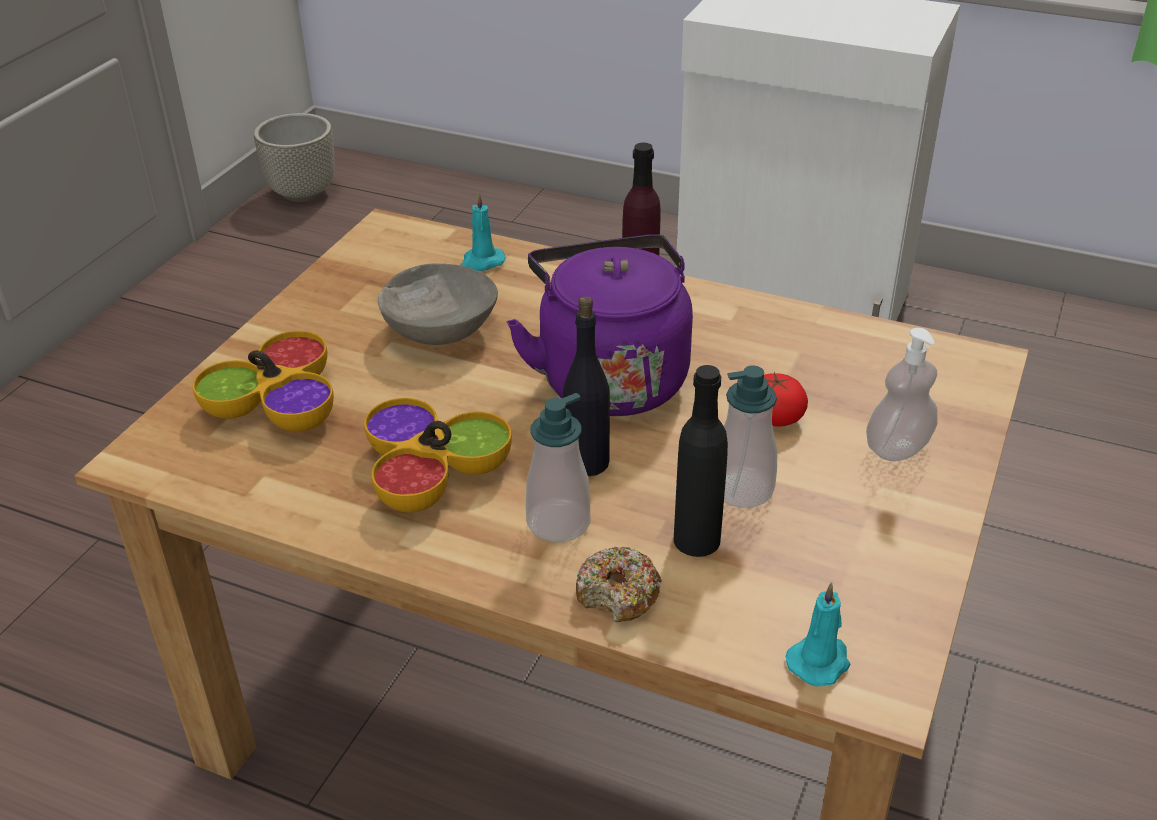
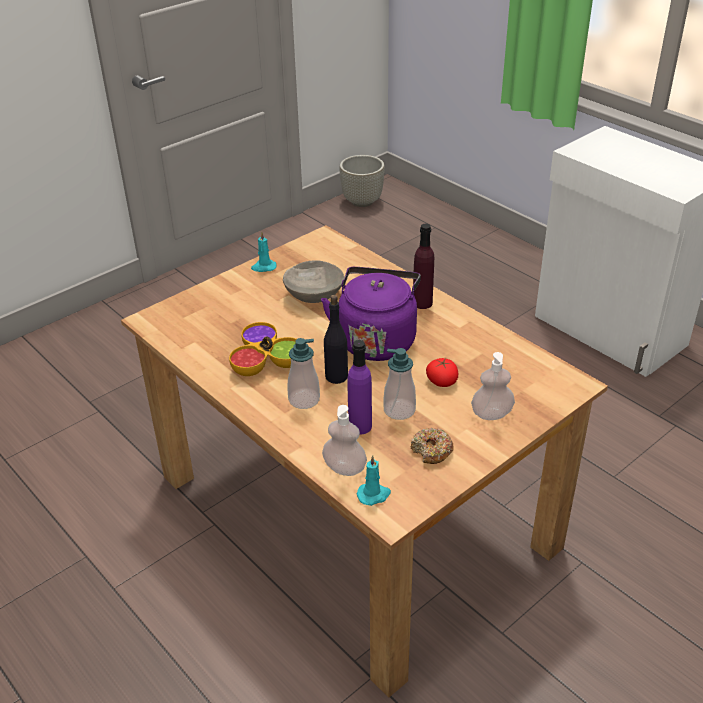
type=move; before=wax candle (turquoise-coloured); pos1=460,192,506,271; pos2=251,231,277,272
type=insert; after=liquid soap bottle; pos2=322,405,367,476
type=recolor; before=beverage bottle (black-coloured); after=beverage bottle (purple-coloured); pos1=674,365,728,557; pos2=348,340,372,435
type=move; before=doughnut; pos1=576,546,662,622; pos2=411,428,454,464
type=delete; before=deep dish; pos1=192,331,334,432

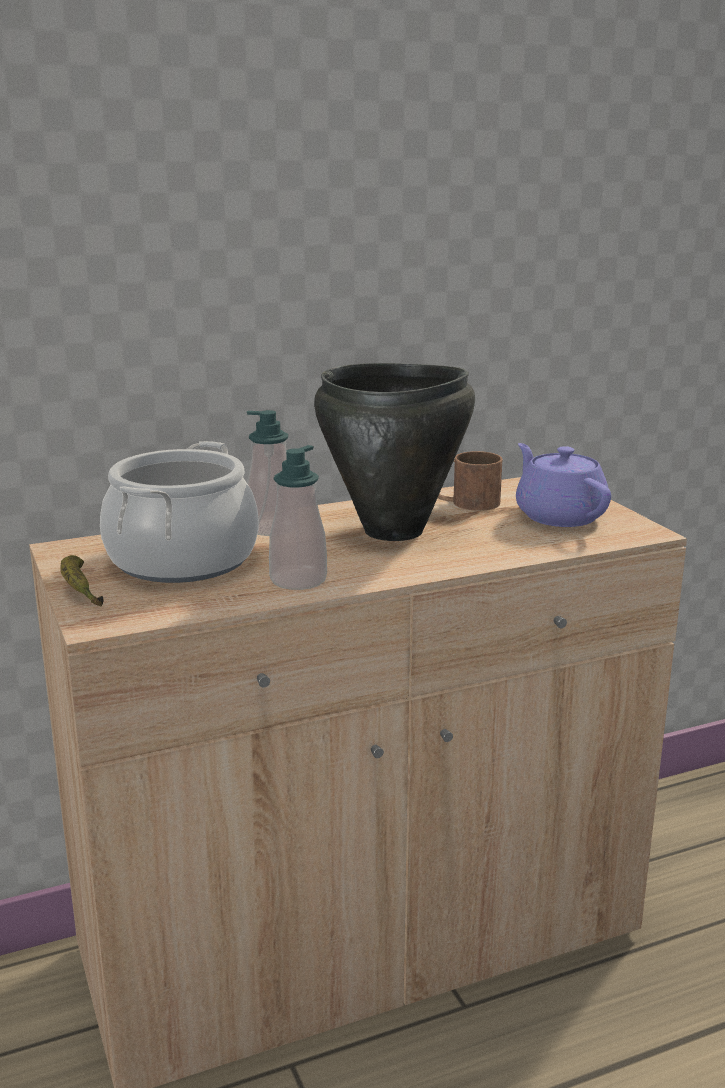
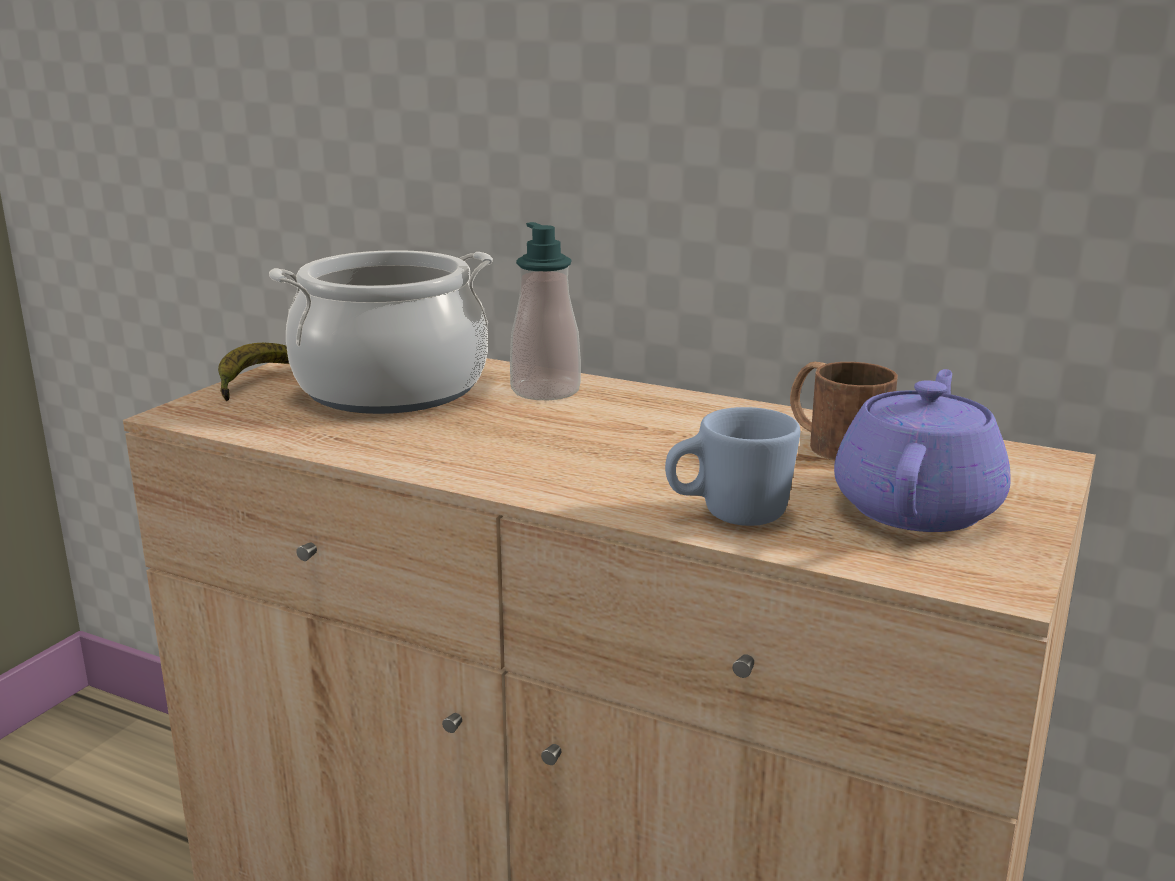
type=insert; after=coffee mug (blue); pos2=665,407,800,526
type=delete; before=liquid soap bottle; pos1=269,445,327,590
type=delete; before=saucepot (black-coloured); pos1=314,363,475,541

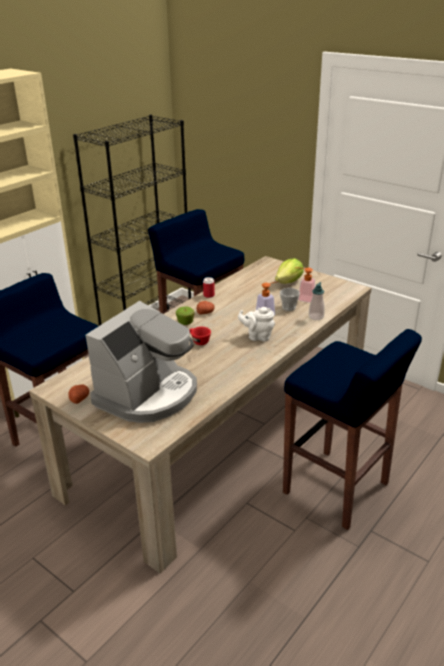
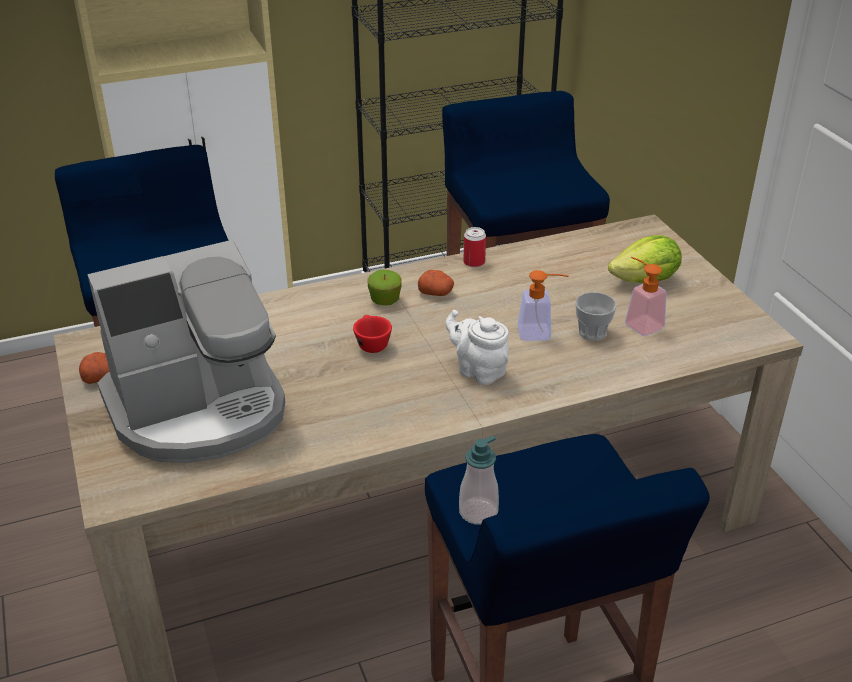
type=move; before=liquid soap bottle; pos1=309,282,325,320; pos2=459,436,499,525

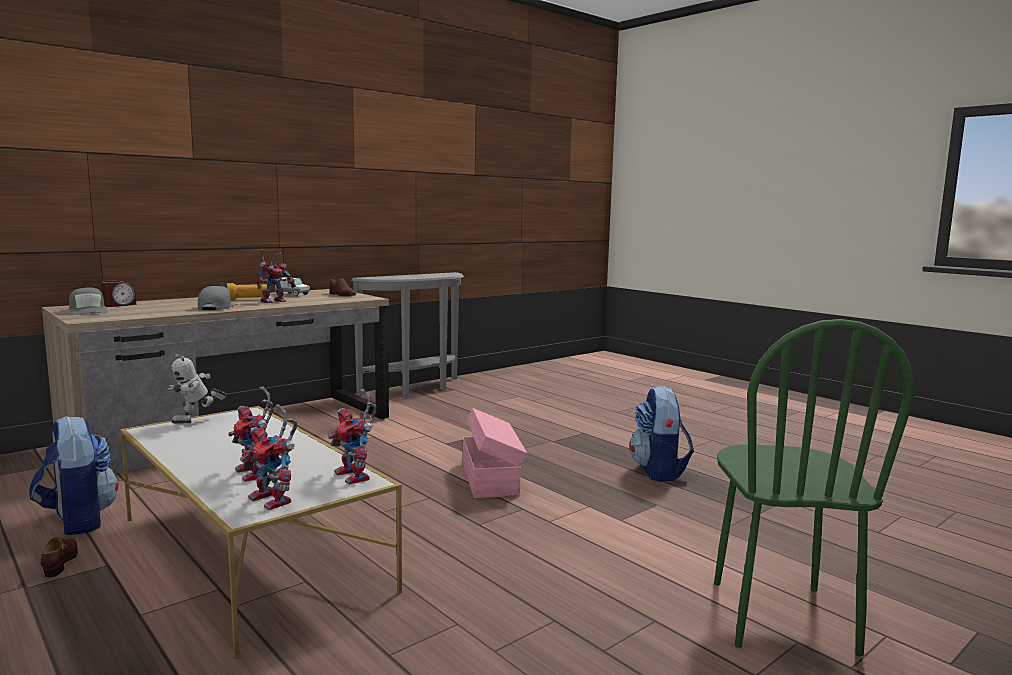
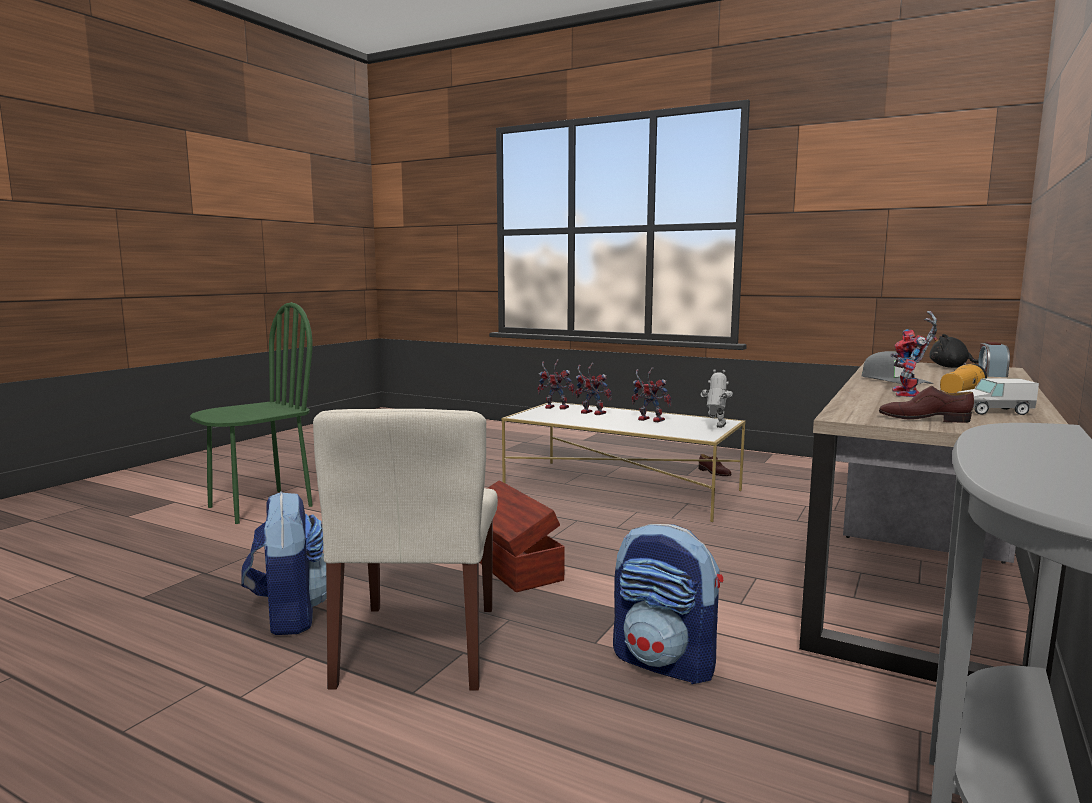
type=rotate; before=upright chair (green); pos1=714,319,915,657; pos2=190,302,313,524; turn=60
type=insert; after=upright chair (beige); pos2=313,409,498,691
type=recolor; before=storage box (pink); after=storage box (brown-coloured); pos1=462,408,527,498; pos2=479,480,565,592
type=move; before=rucksack; pos1=29,416,119,535; pos2=613,524,723,684
type=move; before=robot figure; pos1=328,389,377,485; pos2=632,367,672,422
type=replace; before=peaked cap (grey); after=plush toy (black-coloured); pos1=69,288,108,315; pos2=929,334,979,368

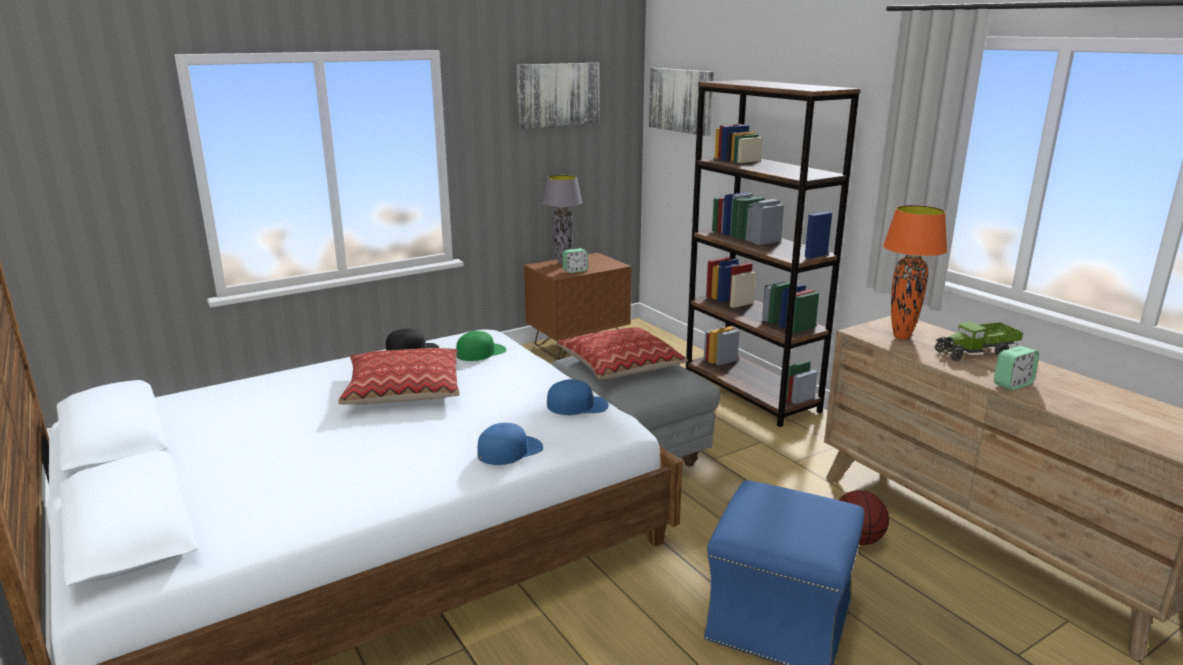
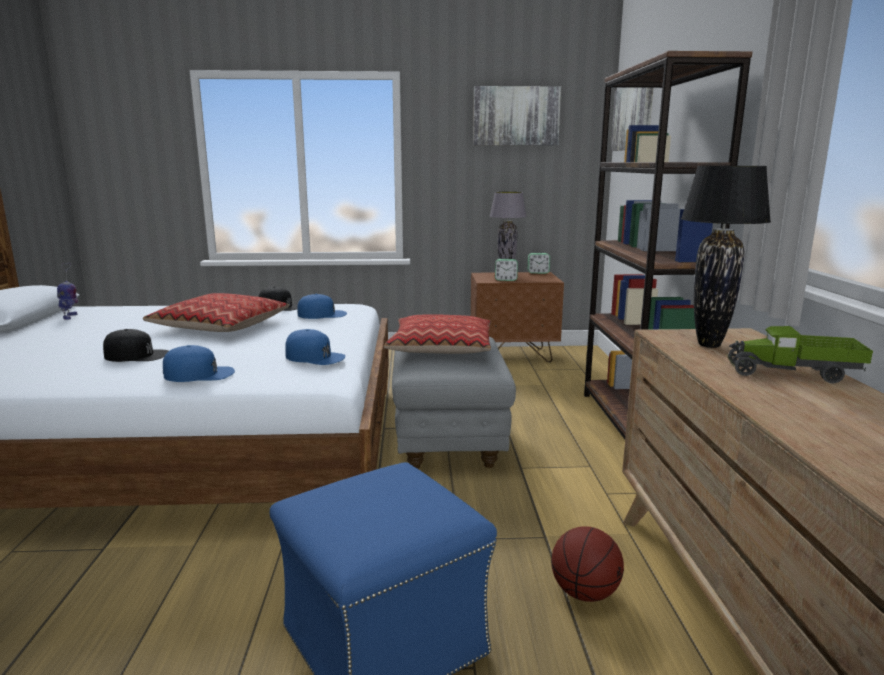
type=insert; after=robot figure; pos2=57,263,79,320
type=insert; after=peaked cap (black-coloured); pos2=103,329,168,362
type=recolor; before=peaked cap (green); after=peaked cap (blue); pos1=456,331,506,361; pos2=297,294,347,319
type=move; before=table clock; pos1=994,346,1039,390; pos2=528,253,550,274
type=recolor; before=tabletop lamp (orangey); after=tabletop lamp (black-coloured); pos1=883,205,948,340; pos2=681,166,771,348

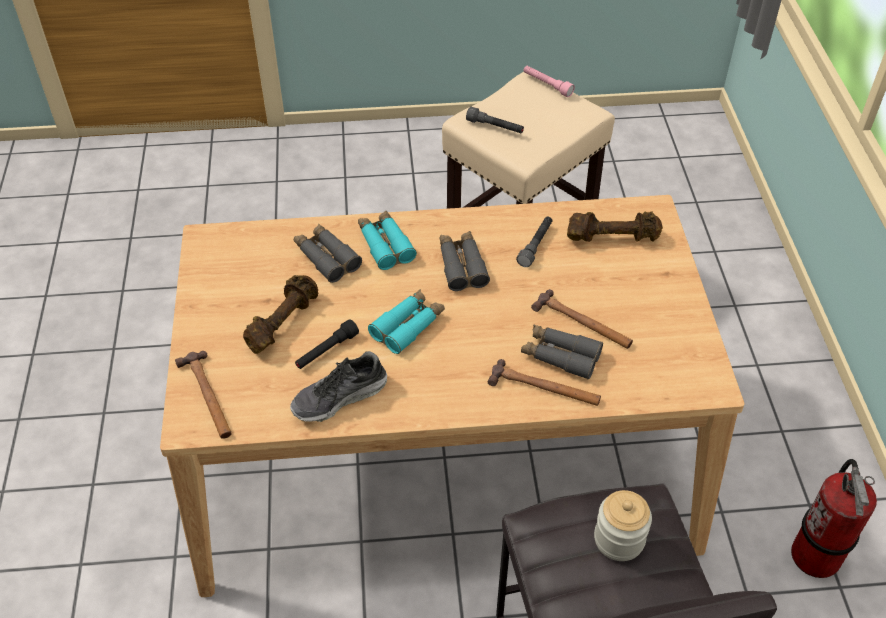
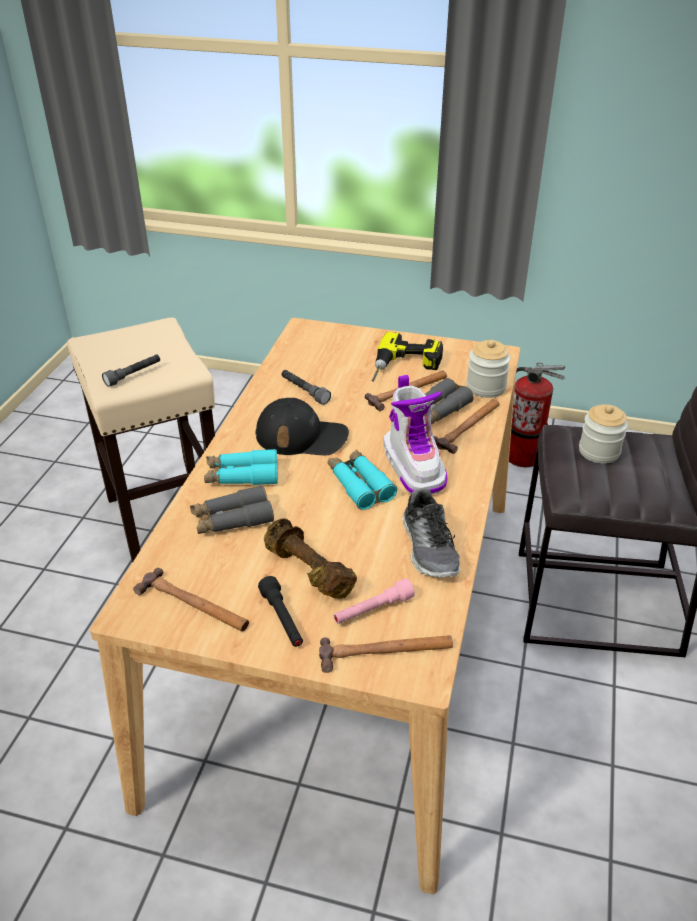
type=insert; after=tool hammer; pos2=133,568,249,631
type=replace; before=binoculars (grey); after=peaked cap (black-coloured); pos1=439,231,490,291; pos2=255,398,349,455
type=move; before=torch (black-coloured); pos1=295,319,359,369; pos2=258,576,303,647
type=move; before=torch (pink); pos1=524,66,575,97; pos2=334,578,415,624
type=insert; after=drill; pos2=371,332,443,382
type=insert; after=boot; pos2=383,375,447,494
type=insert; after=storage jar; pos2=467,340,511,398
type=delete; before=hand weight (brown-coloured); pos1=567,212,663,242

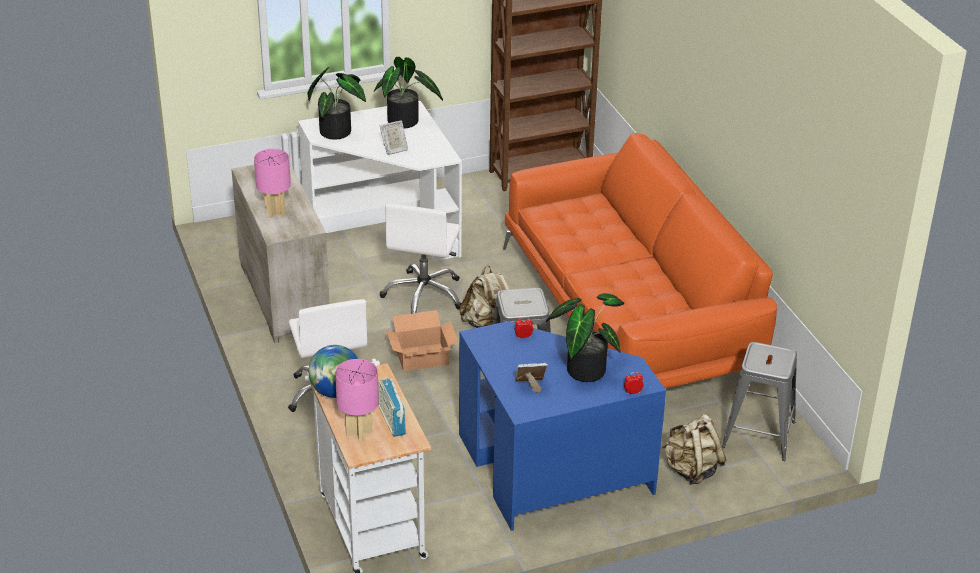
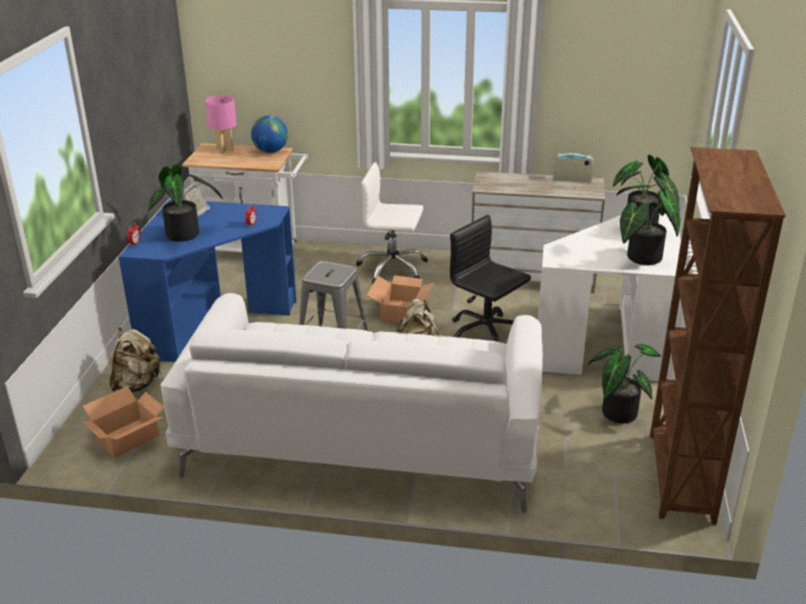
type=replace; before=sitting stool (grey); after=packing box; pos1=722,342,797,461; pos2=82,386,164,458
type=recolor; before=sofa (orangey); after=sofa (white); pos1=503,133,777,388; pos2=160,293,543,513
type=recolor; before=desk chair (white); after=desk chair (black-coloured); pos1=380,203,461,314; pos2=450,215,531,342
type=move; before=radio set; pos1=378,376,406,437; pos2=553,150,593,183
type=insert; after=plant in a pot; pos2=588,344,661,423
type=delete; before=tabletop lamp (pink); pos1=254,149,291,218
type=delete; before=photo frame; pos1=380,121,408,155

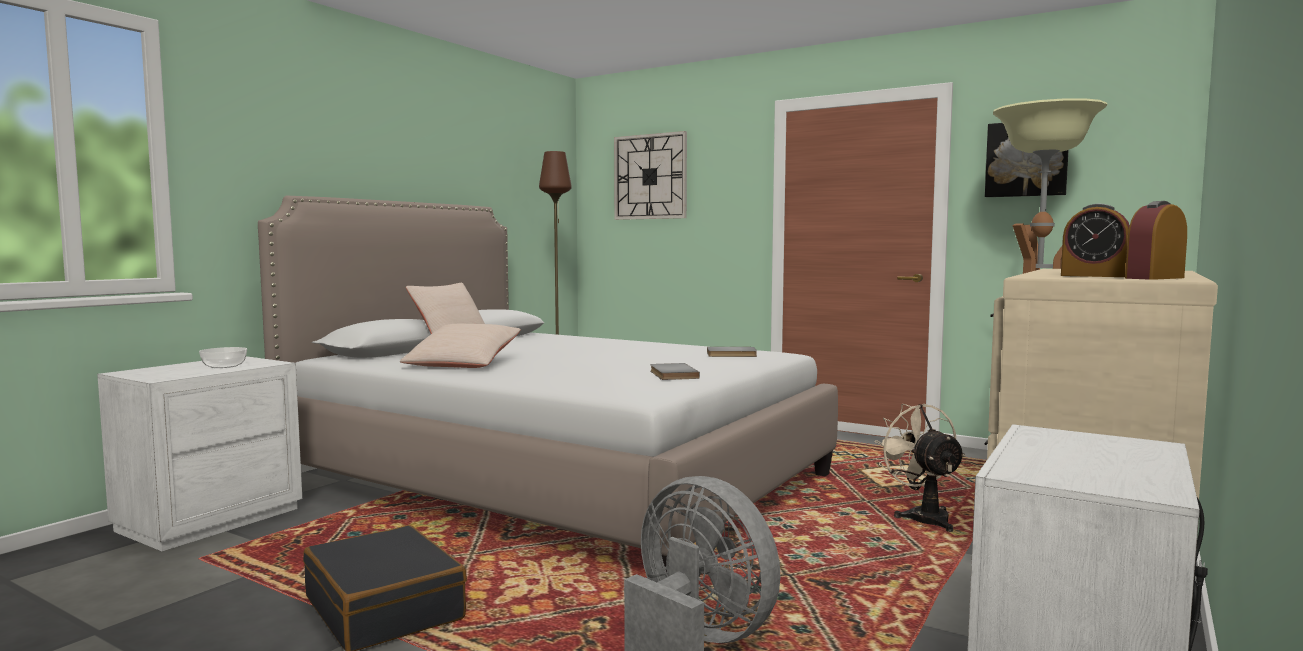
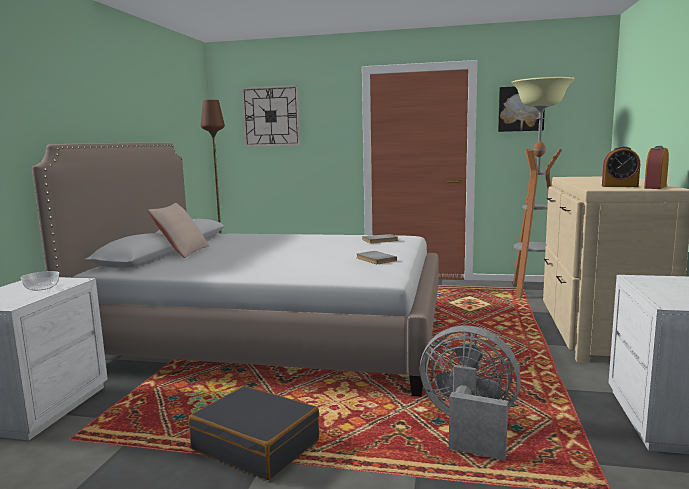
type=delete; before=pillow (beige); pos1=400,324,521,368
type=delete; before=cooling fan (beige); pos1=874,403,966,532

